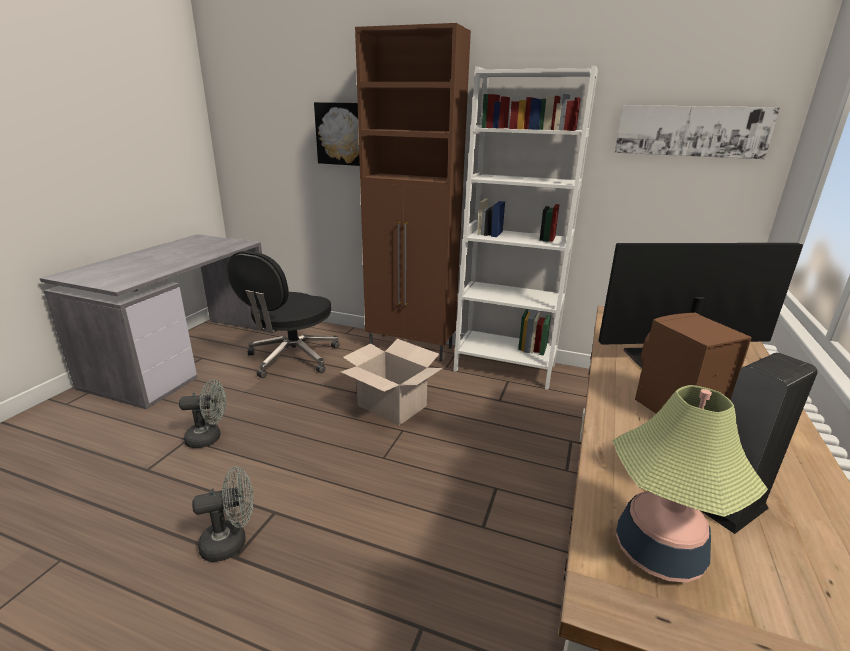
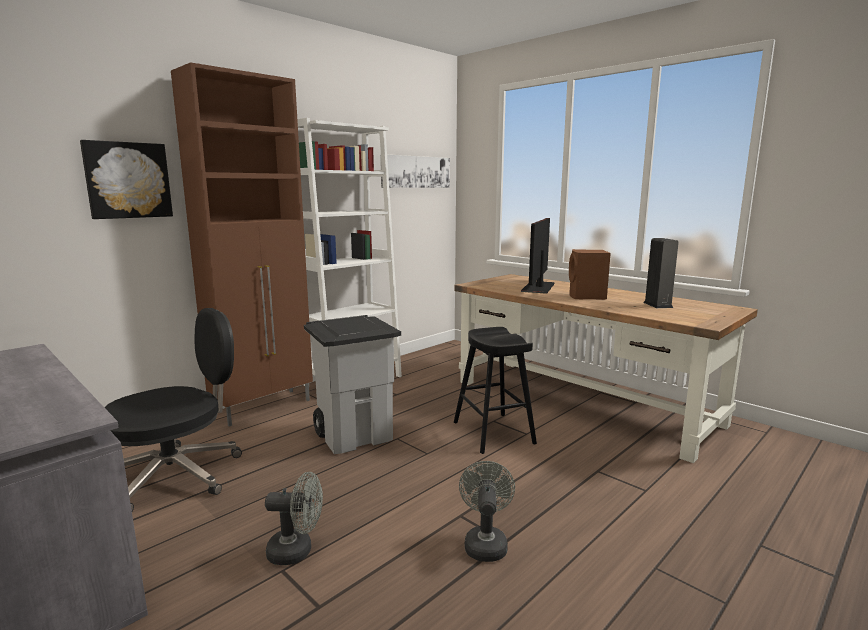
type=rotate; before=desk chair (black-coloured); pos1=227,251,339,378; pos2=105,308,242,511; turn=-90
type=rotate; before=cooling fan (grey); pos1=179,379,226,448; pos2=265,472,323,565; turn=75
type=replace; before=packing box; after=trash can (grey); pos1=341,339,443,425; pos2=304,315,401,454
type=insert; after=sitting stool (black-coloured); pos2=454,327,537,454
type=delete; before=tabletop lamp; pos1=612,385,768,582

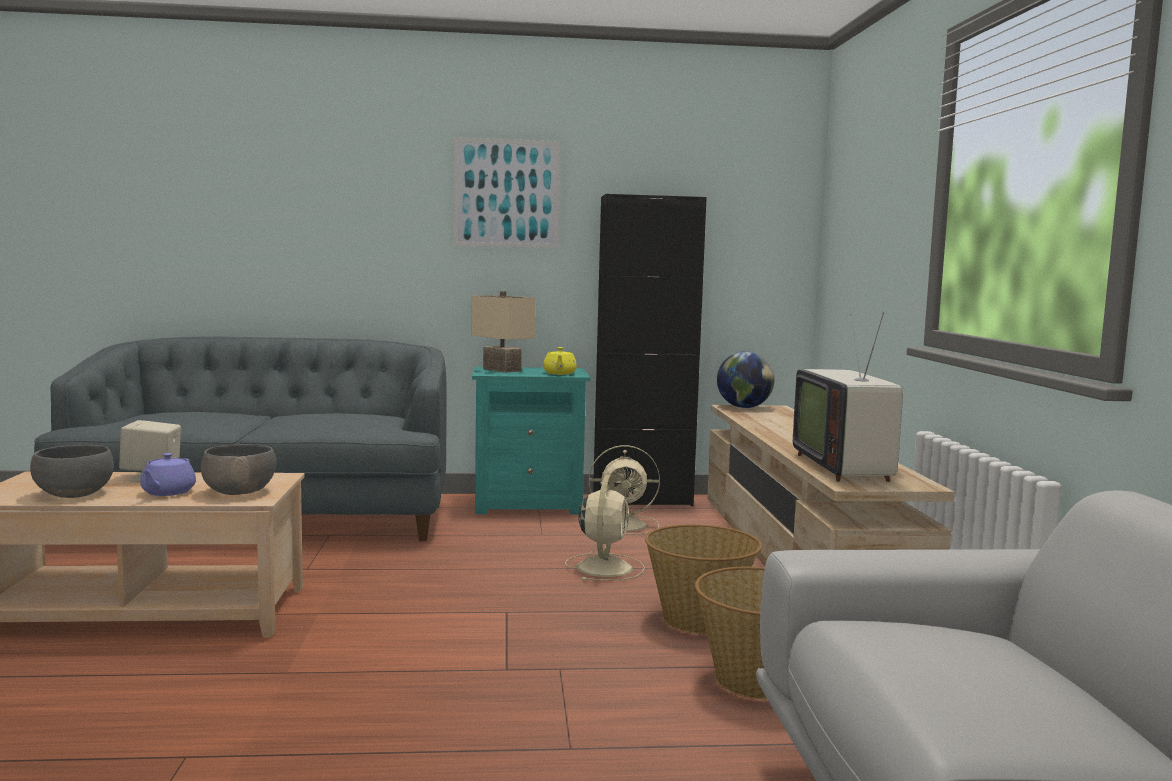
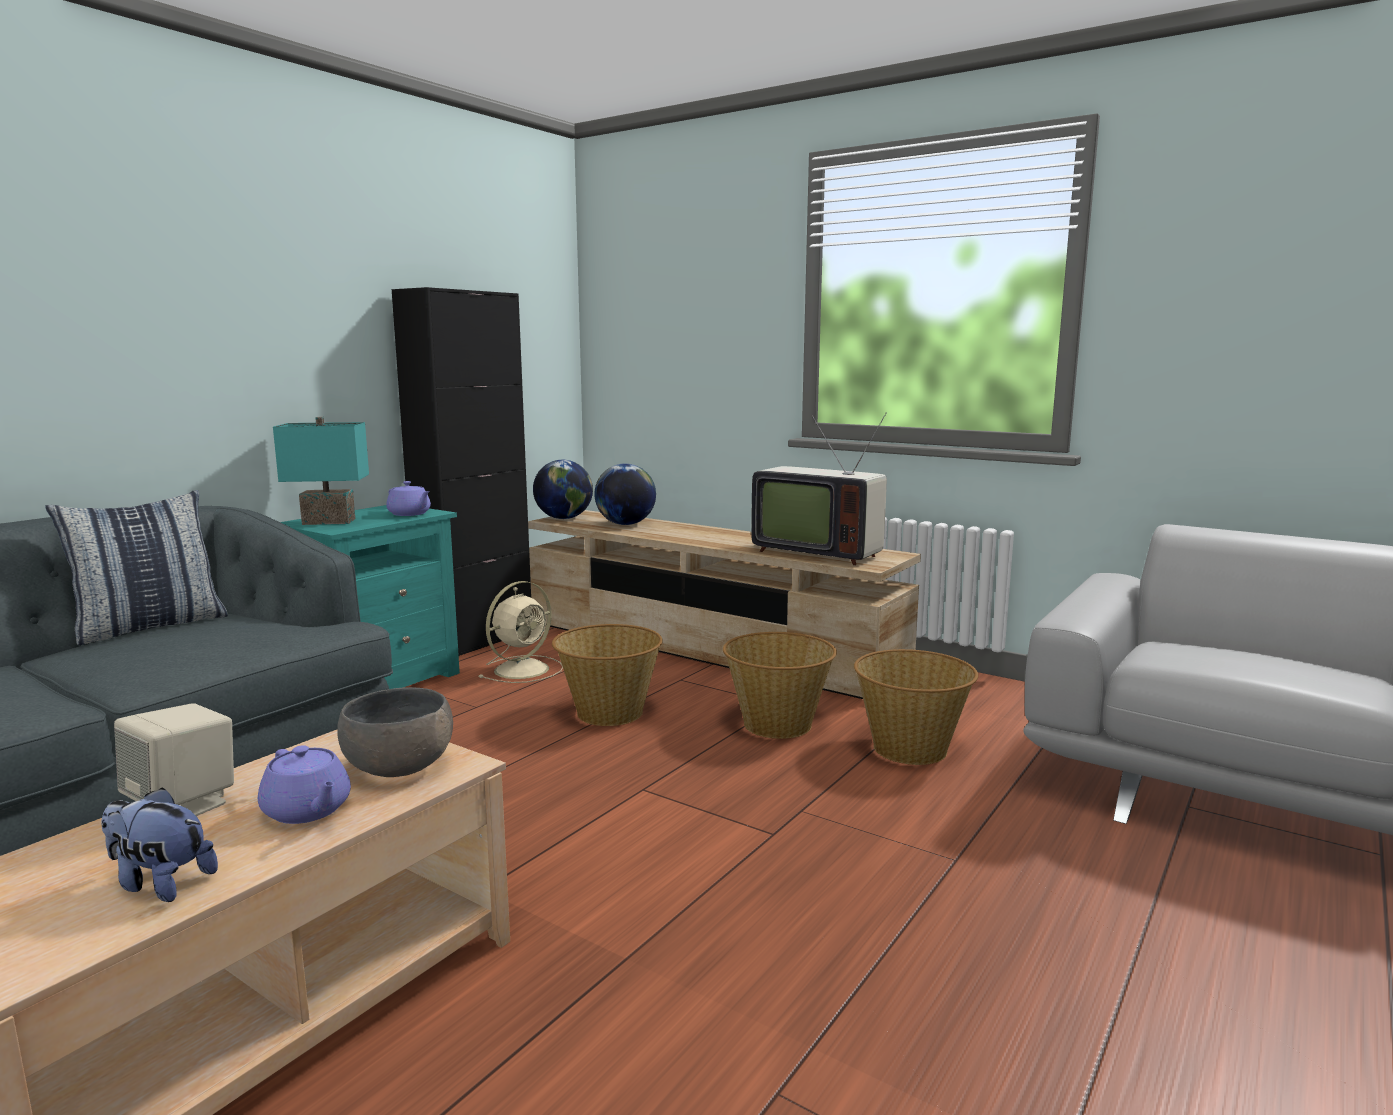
type=insert; after=pillow; pos2=45,490,228,645
type=replace; before=deep dish (grey); after=plush toy; pos1=30,445,114,498; pos2=101,787,218,902
type=recolor; before=tabletop lamp (beige); after=tabletop lamp (turquoise-coloured); pos1=471,291,535,373; pos2=273,417,369,525
type=recolor; before=teapot (yellow-coloured); after=teapot (purple-coloured); pos1=543,347,577,375; pos2=386,481,431,516
type=replace; before=cooling fan (beige); after=household basket; pos1=565,475,645,581; pos2=552,624,663,726
type=insert; after=globe; pos2=594,463,656,525
type=delete; before=wall art; pos1=453,137,560,248

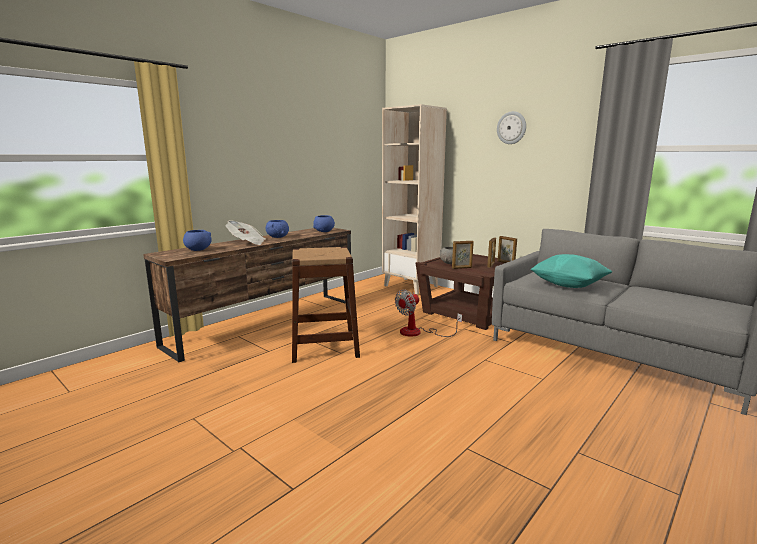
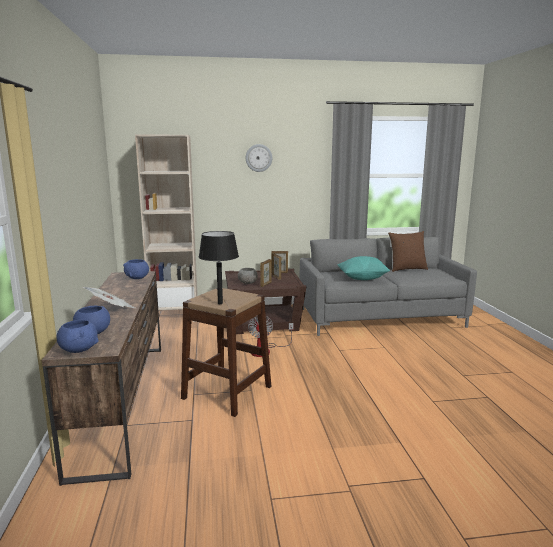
type=move; before=deep dish (blue); pos1=266,220,289,238; pos2=56,320,99,353
type=insert; after=tabletop lamp (black-coloured); pos2=199,231,239,304
type=insert; after=pillow (brown-coloured); pos2=388,231,428,272

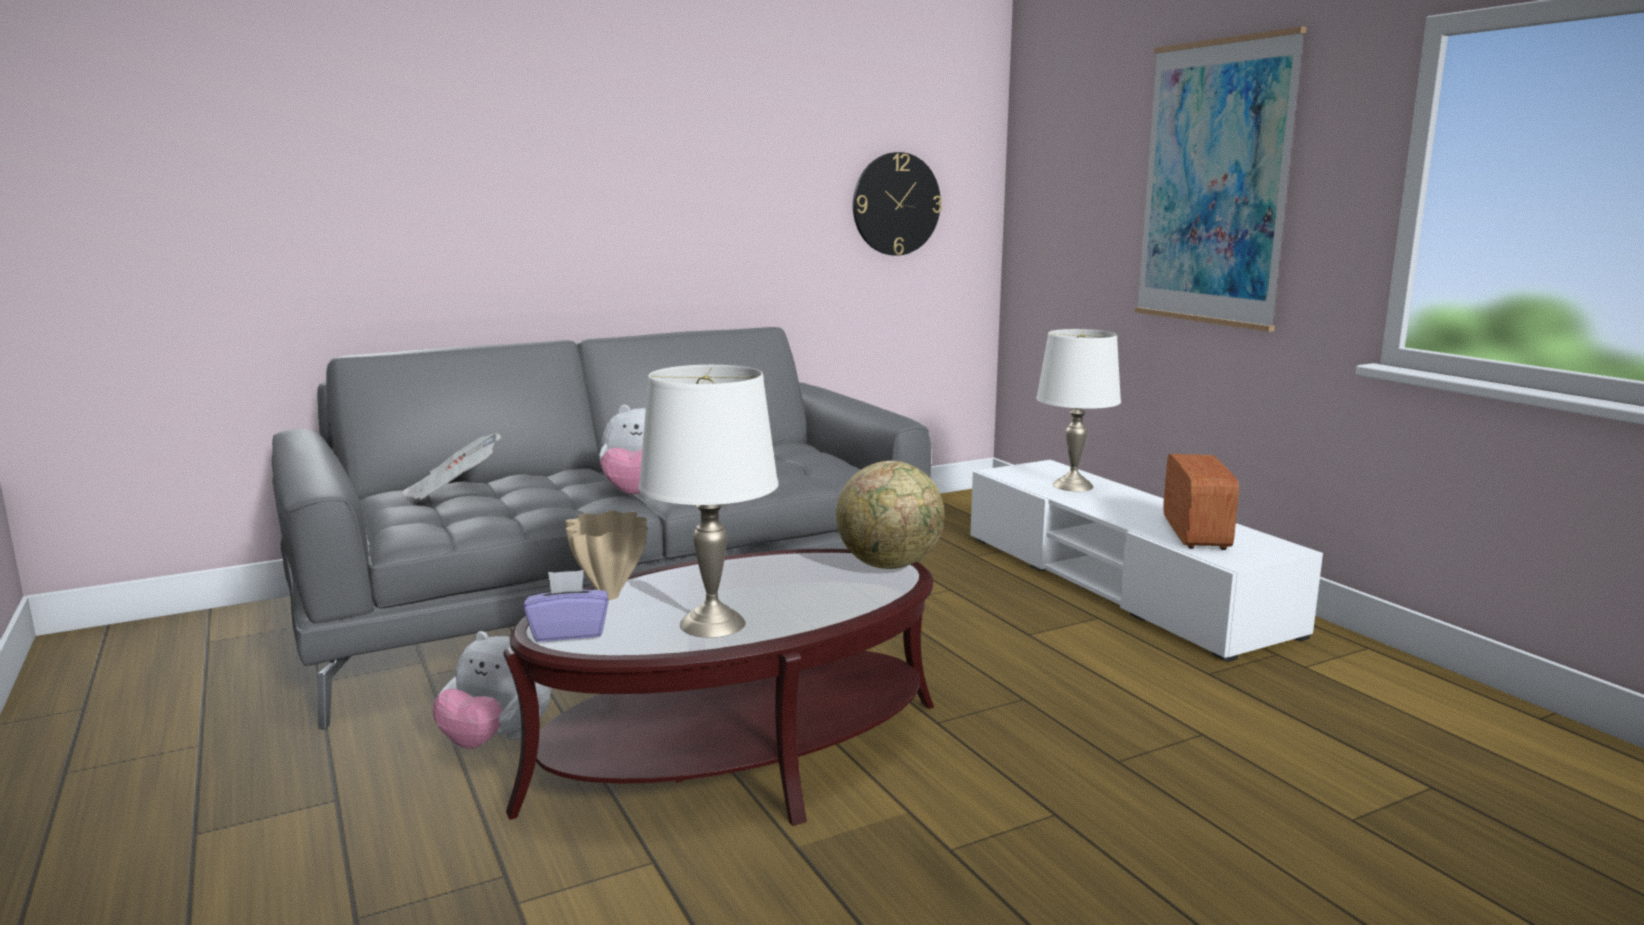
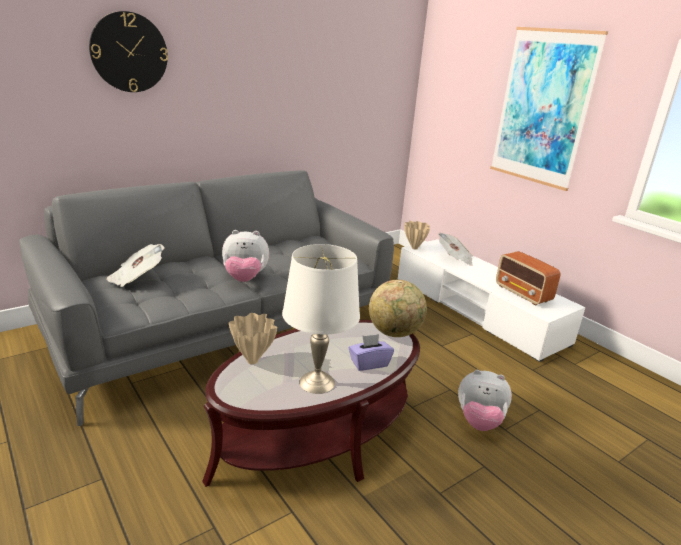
type=move; before=wall clock; pos1=853,152,942,256; pos2=89,11,168,92
type=move; before=tissue holder (purple-coloured); pos1=523,570,608,642; pos2=349,334,394,371
type=insert; after=flower vase (beige); pos2=404,221,430,250
type=replace; before=tabletop lamp (white); after=newspaper; pos1=1036,329,1121,491; pos2=438,232,473,266
type=move; before=plush toy; pos1=433,631,551,749; pos2=458,370,512,431
type=rotate; before=radio set; pos1=1163,454,1239,550; pos2=496,251,561,306; turn=150

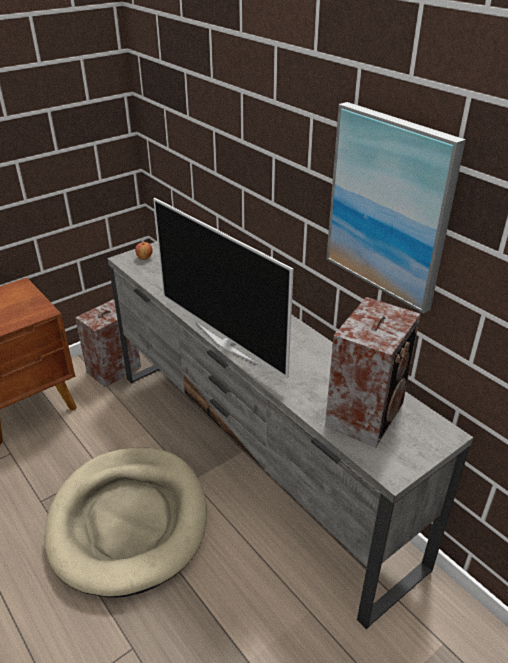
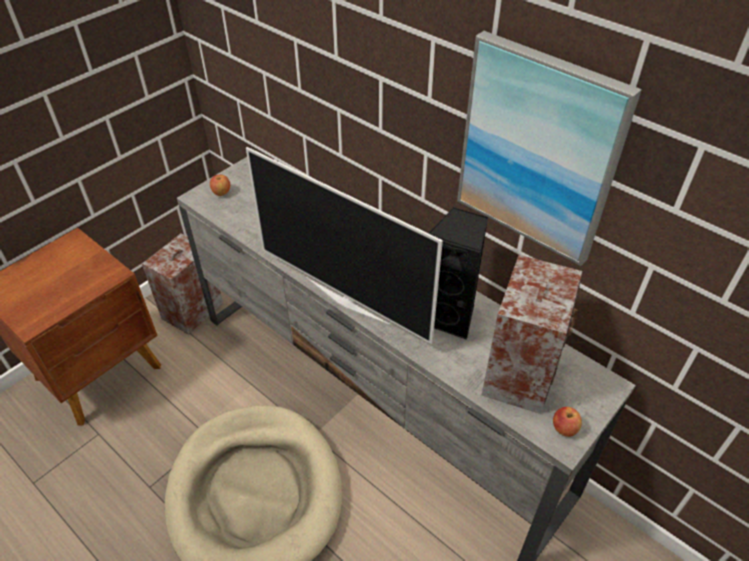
type=insert; after=loudspeaker (black-coloured); pos2=428,207,488,340
type=insert; after=apple; pos2=553,407,582,437

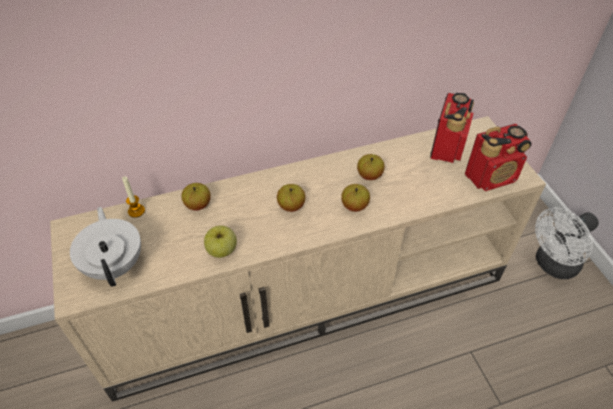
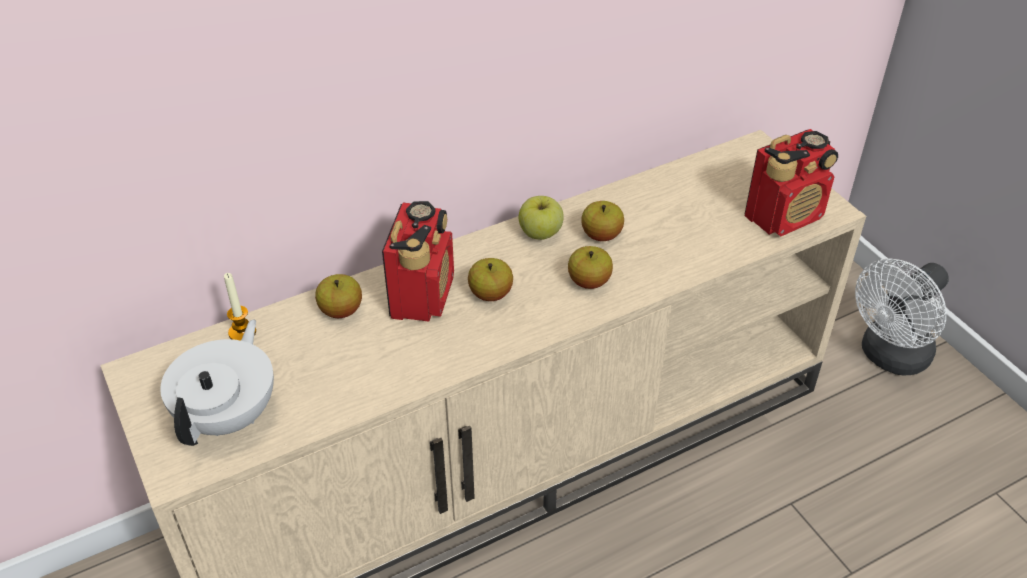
type=rotate; before=teapot (white); pos1=70,207,141,287; pos2=160,319,274,446; turn=45
type=move; before=radio set; pos1=430,93,474,163; pos2=382,201,454,322
type=move; before=apple; pos1=204,225,237,258; pos2=519,196,564,240

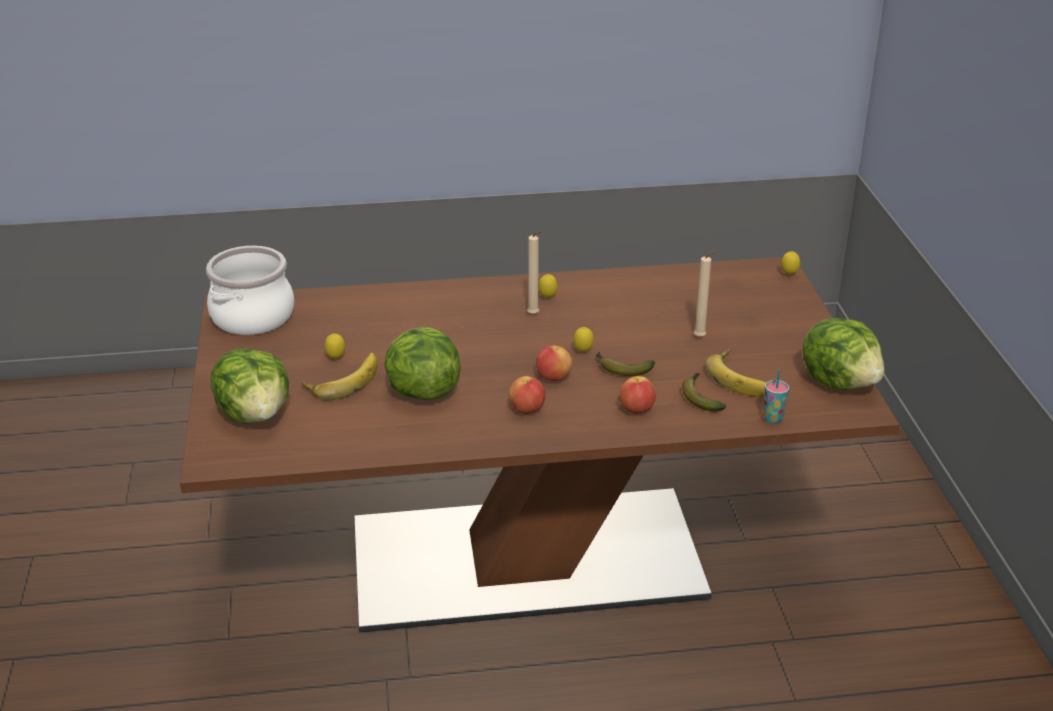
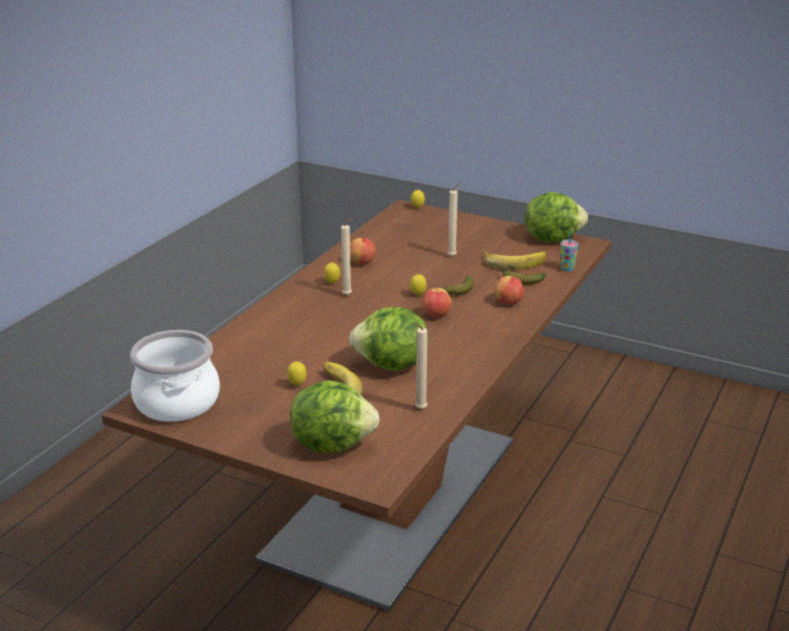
type=move; before=apple; pos1=509,376,546,414; pos2=350,238,376,264
type=insert; after=wax candle (beige); pos2=411,322,427,409

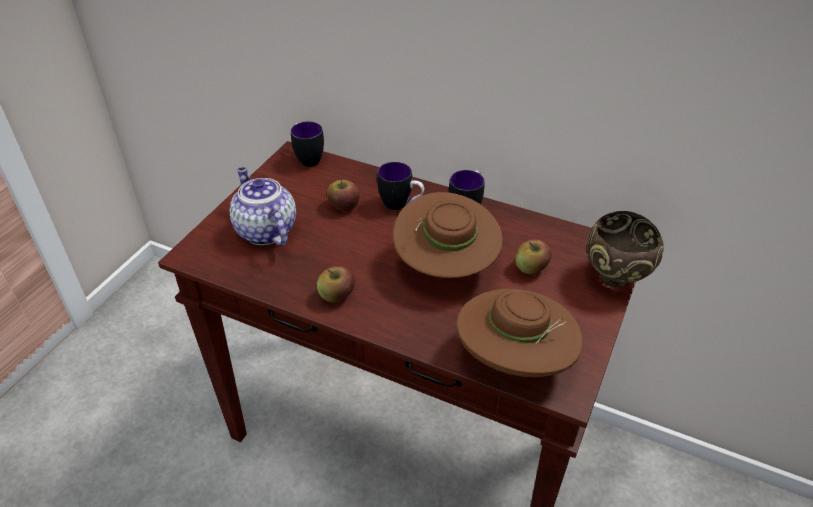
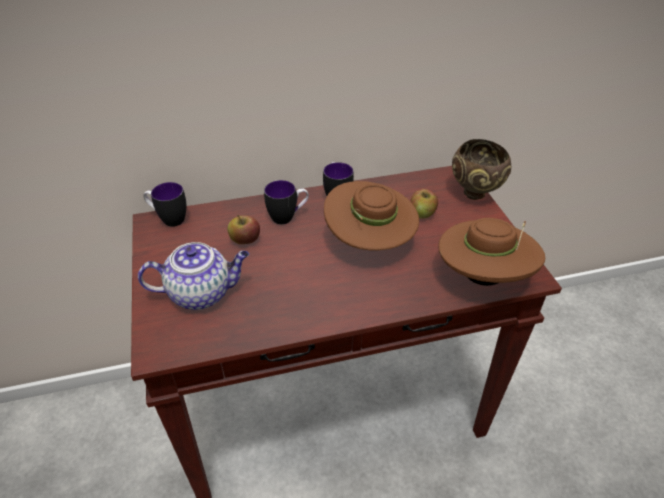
type=rotate; before=teapot; pos1=230,167,296,246; pos2=138,242,249,310; turn=150
type=delete; before=apple; pos1=317,266,355,303

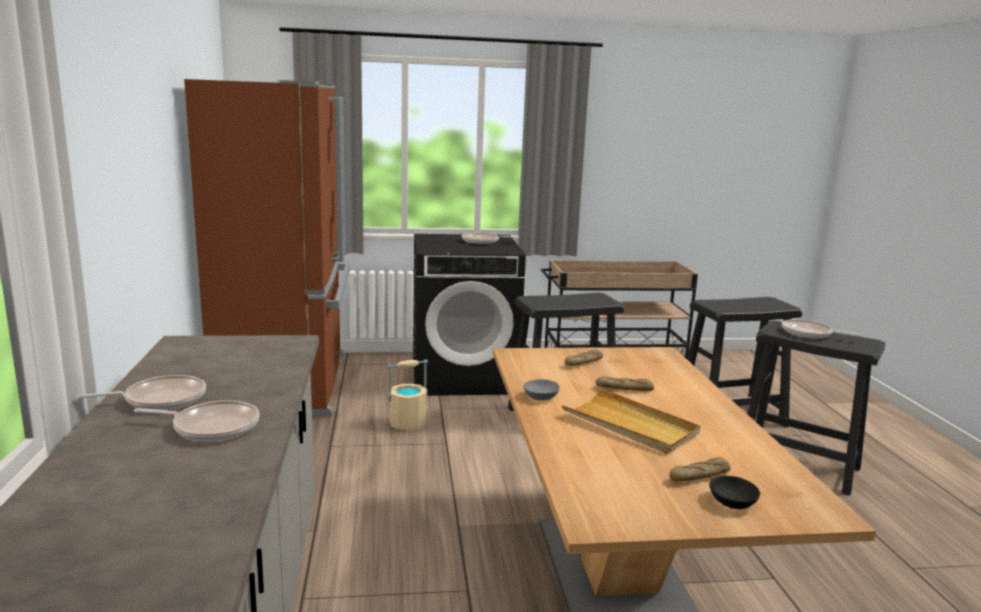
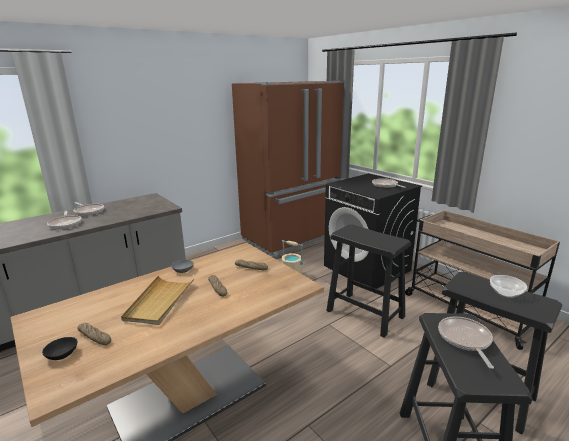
type=insert; after=deep dish; pos2=490,275,527,298

